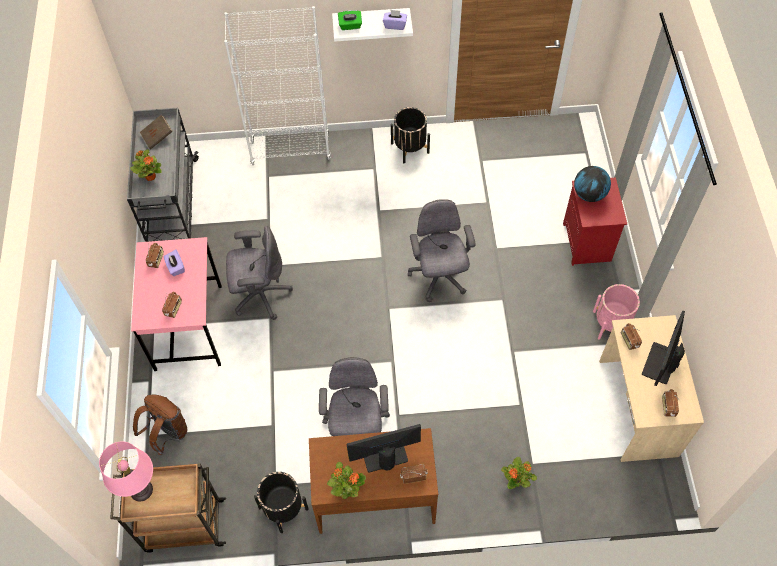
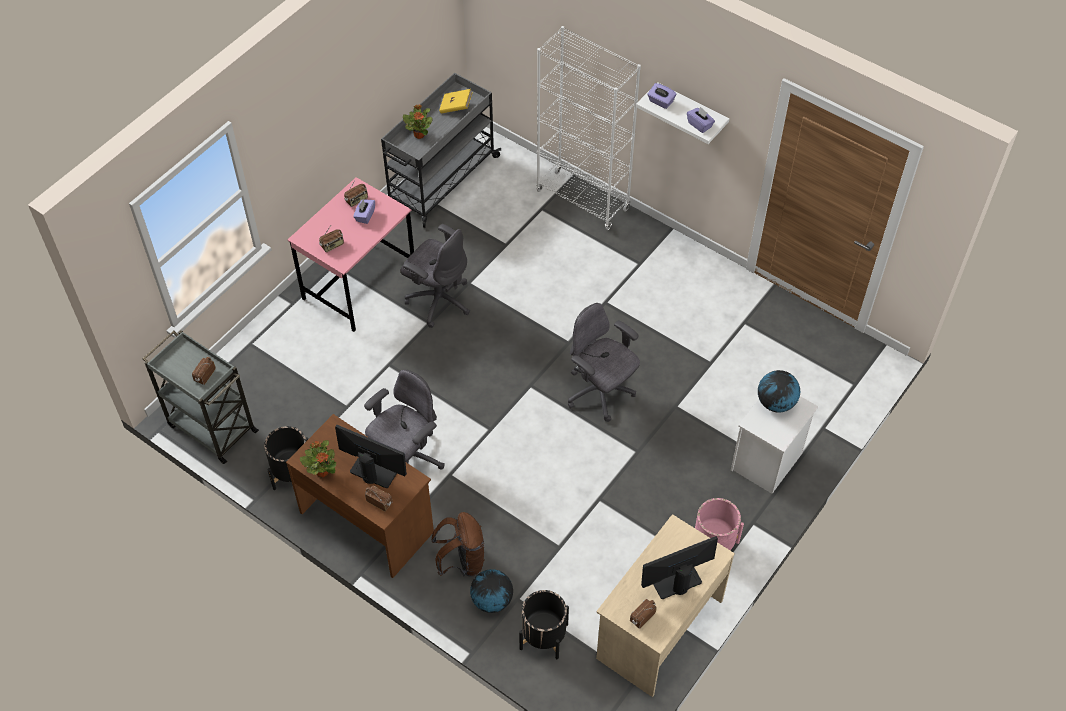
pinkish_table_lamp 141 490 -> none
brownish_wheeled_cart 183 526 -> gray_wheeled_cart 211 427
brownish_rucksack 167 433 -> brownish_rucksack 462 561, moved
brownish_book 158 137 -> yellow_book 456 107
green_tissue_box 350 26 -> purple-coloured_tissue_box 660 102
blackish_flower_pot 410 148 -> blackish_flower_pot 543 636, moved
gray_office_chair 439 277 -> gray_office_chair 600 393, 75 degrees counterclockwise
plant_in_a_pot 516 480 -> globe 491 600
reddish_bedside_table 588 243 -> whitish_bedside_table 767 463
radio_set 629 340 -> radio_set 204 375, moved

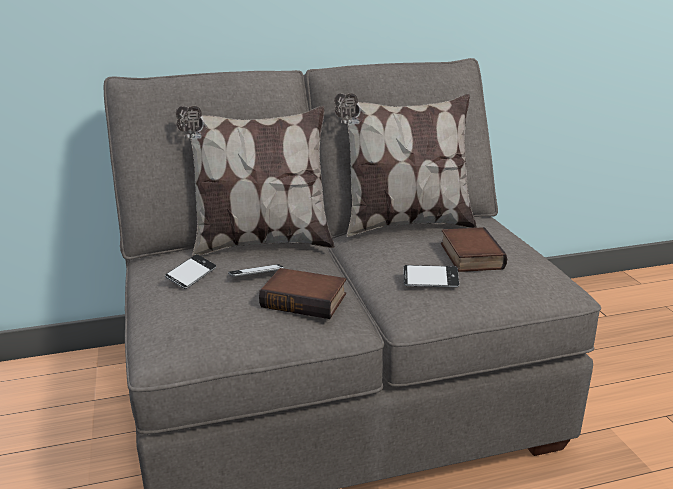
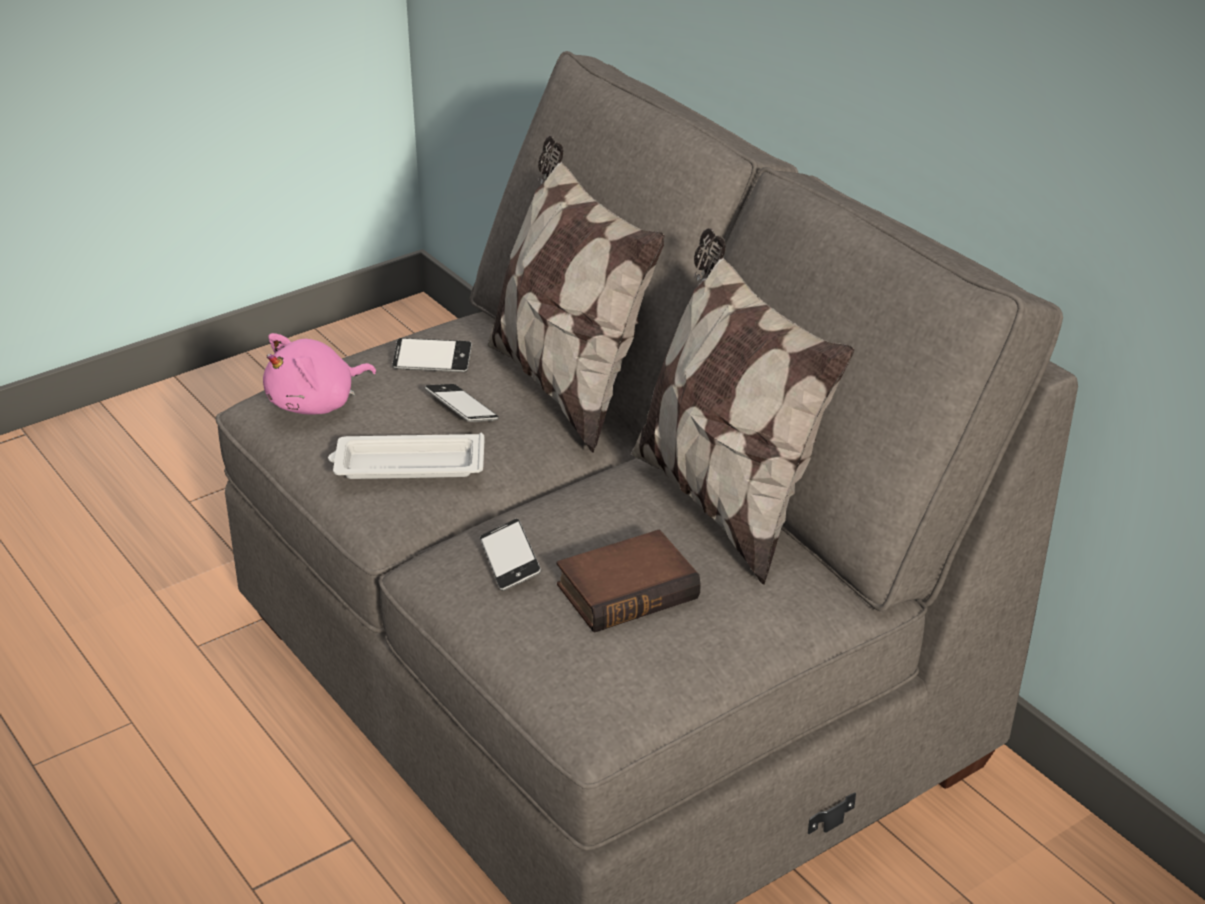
book 306 299 -> whitish_serving_tray 407 465
none -> pinkish_cuddly_toy 317 403

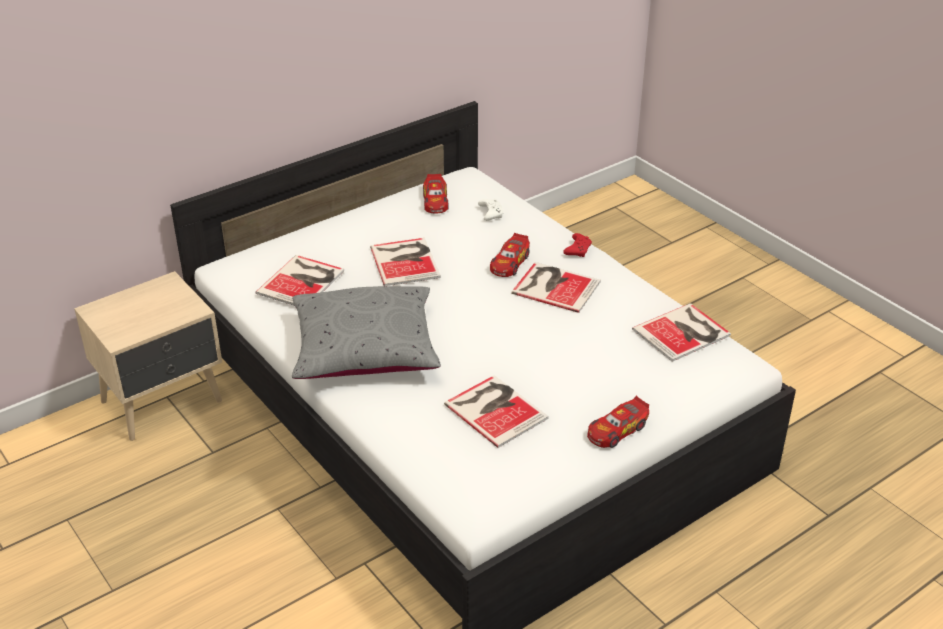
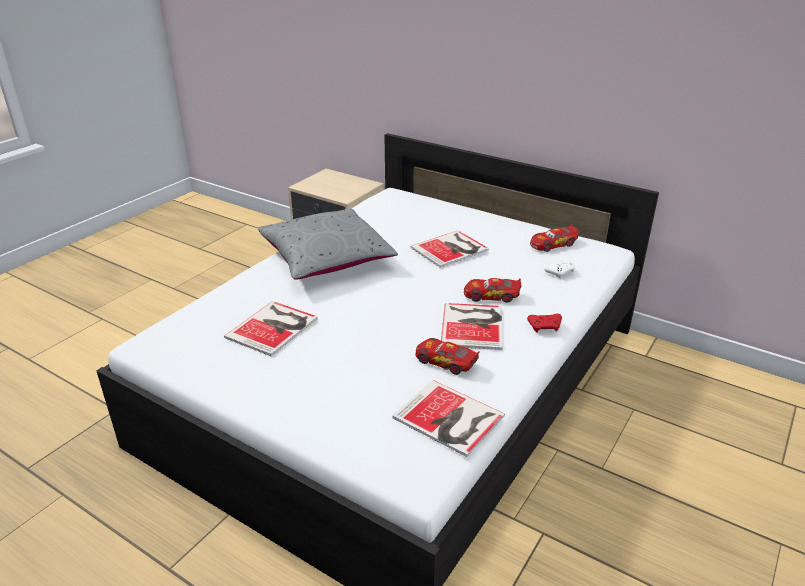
book 303 281 -> none
toy_car 616 430 -> toy_car 445 361, moved

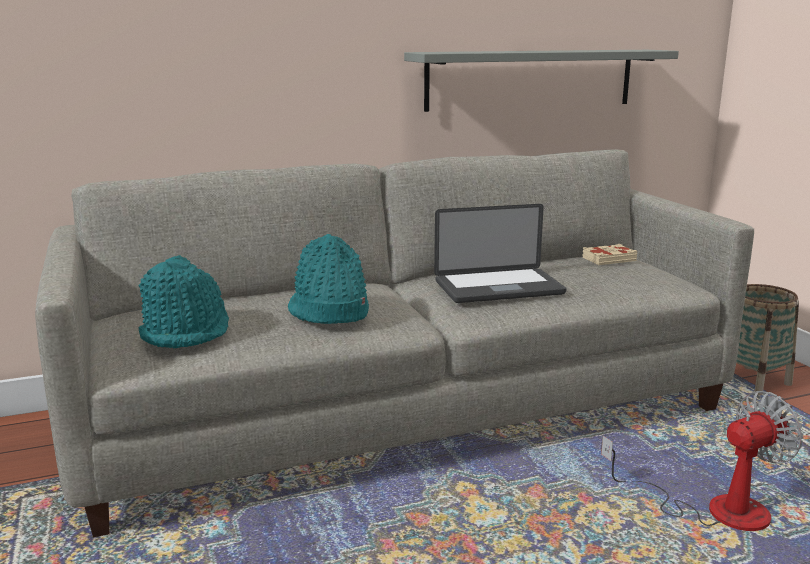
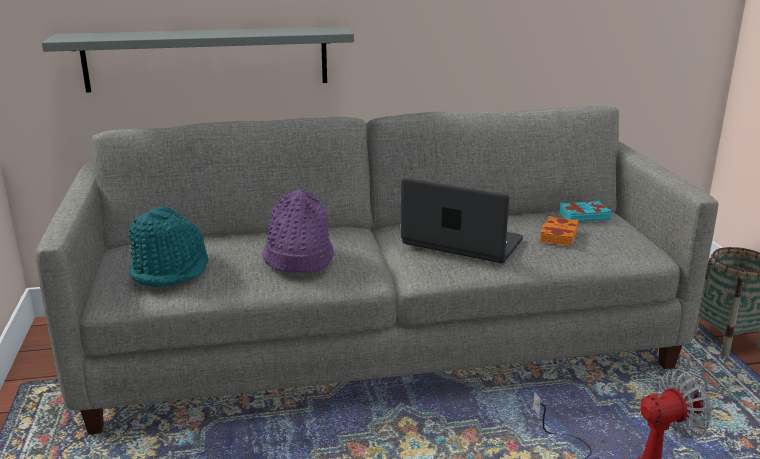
blue-green_wearable_hat 328 312 -> purple-coloured_wearable_hat 297 258
gray_shelf 531 79 -> gray_shelf 207 58, moved
portable_computer 498 288 -> portable_computer 462 242, 150 degrees counterclockwise
beige-coloured_book 608 259 -> blue-green_book 584 216
none -> orange-coloured_book 558 235

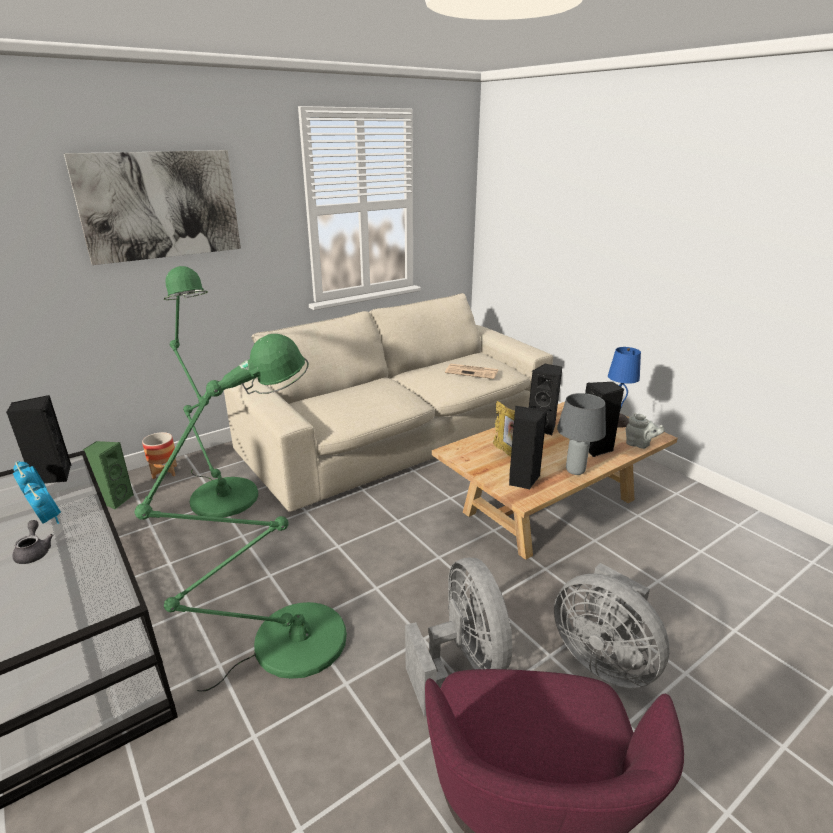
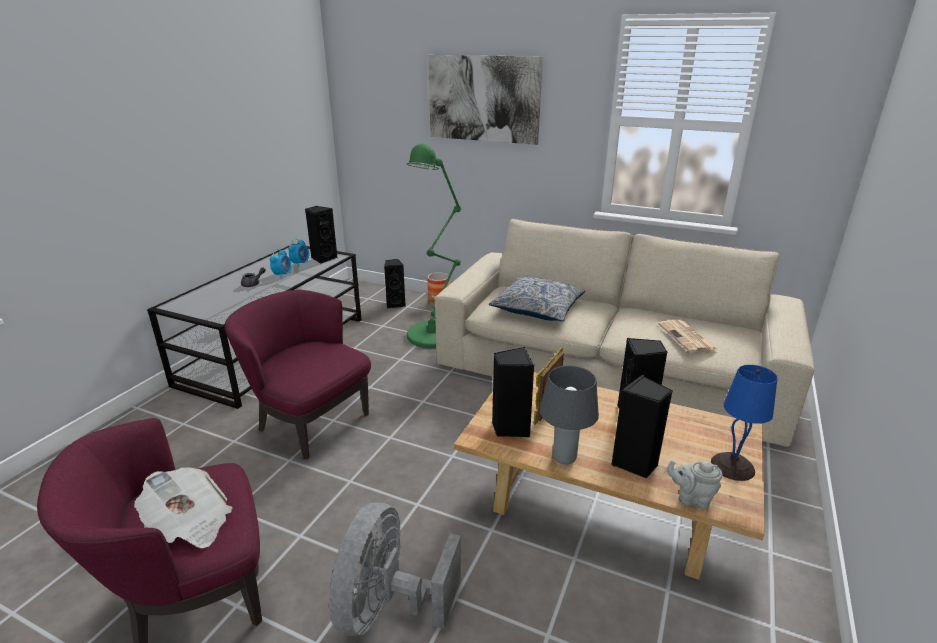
green_speaker 115 500 -> blackish_speaker 395 304
green_floor_lamp 287 645 -> purple-coloured_armchair 310 422
gray_cooling_fan 463 663 -> none
gray_pot_for_tea 639 445 -> gray_pot_for_tea 691 498, 105 degrees clockwise
none -> daily_paper 190 523
none -> cushion 537 308

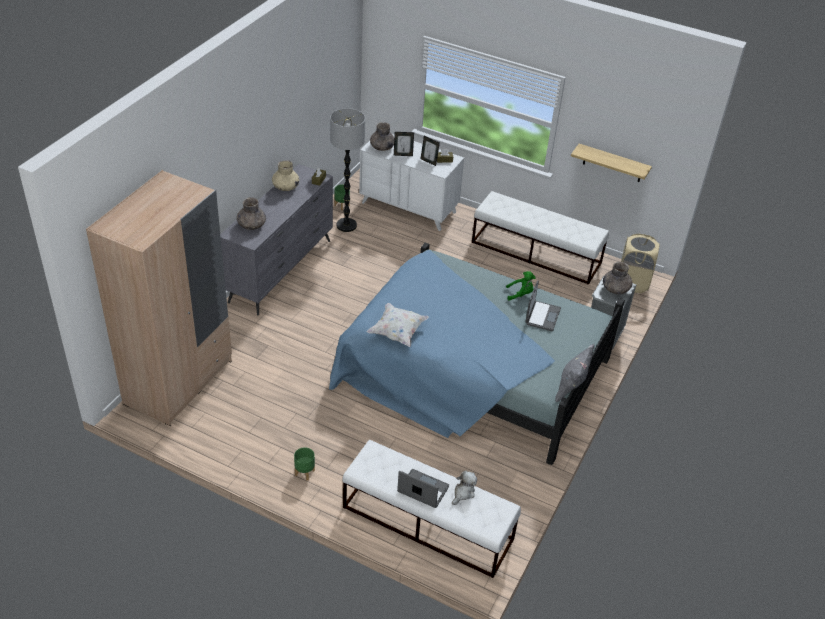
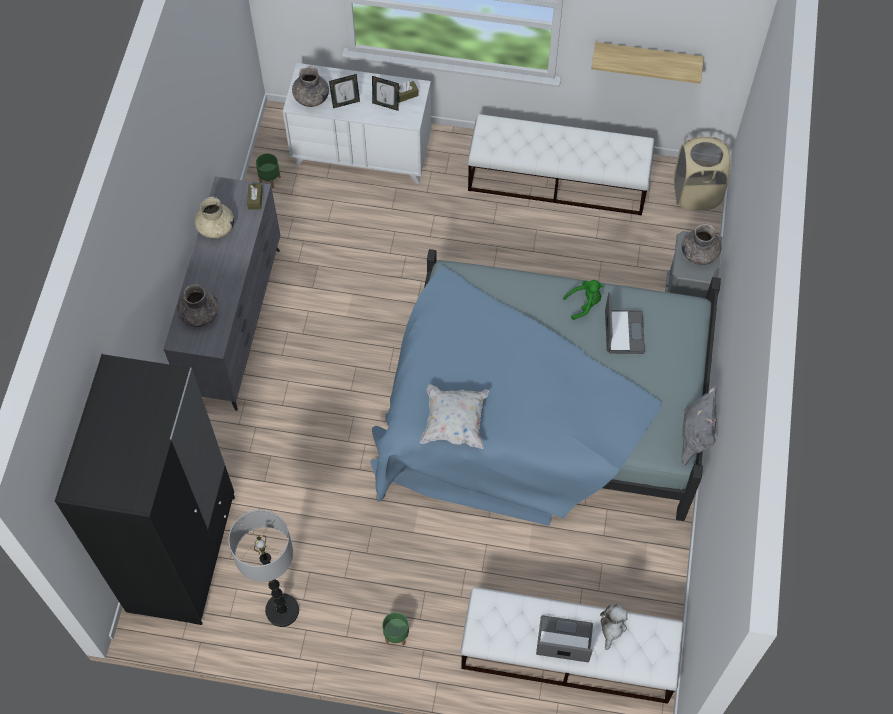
beige-coloured_armoire 179 382 -> blackish_armoire 182 553
floor_lamp 346 225 -> floor_lamp 282 610, moved

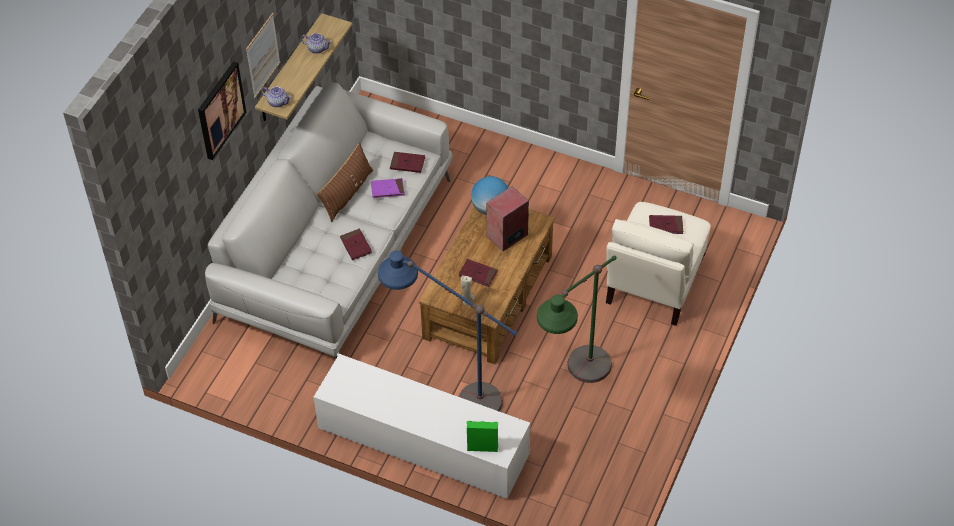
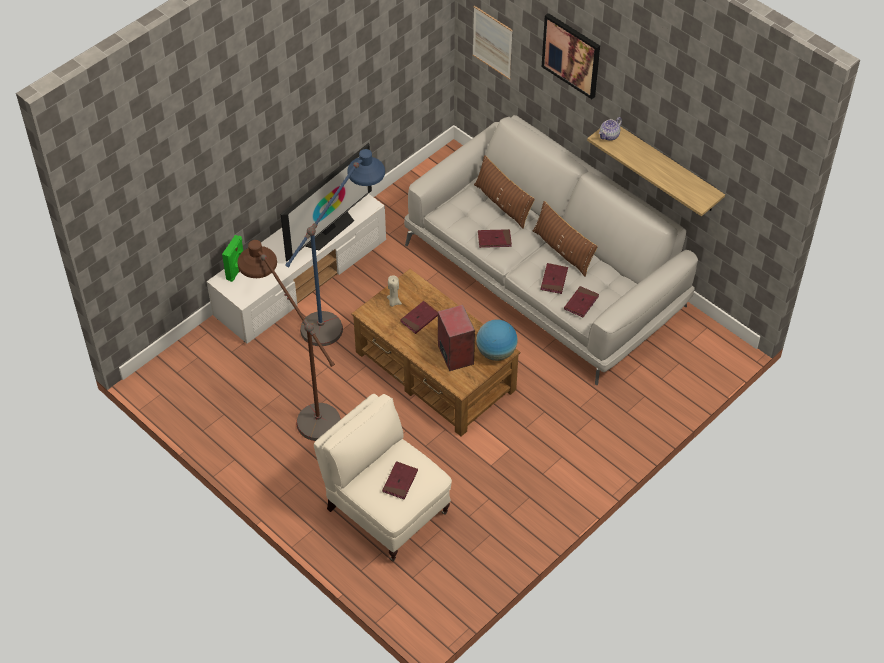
wall_art 262 55 -> wall_art 492 42, moved
pot_for_tea 317 48 -> none
purple-coloured_book 387 189 -> reddish_book 554 280
green_floor_lamp 574 387 -> brownish_floor_lamp 299 402
none -> TV_set 328 230
none -> brownish_cushion 502 203

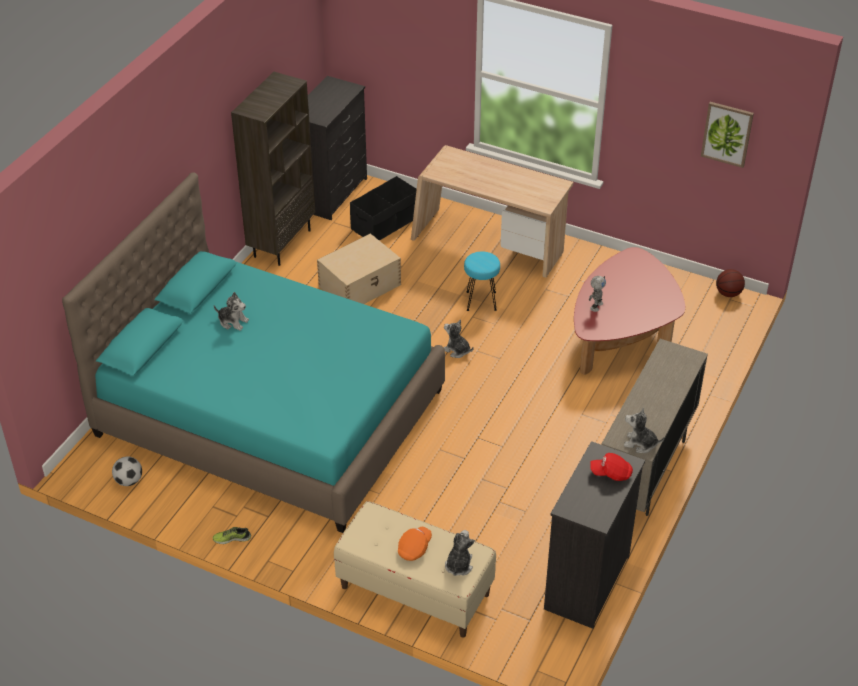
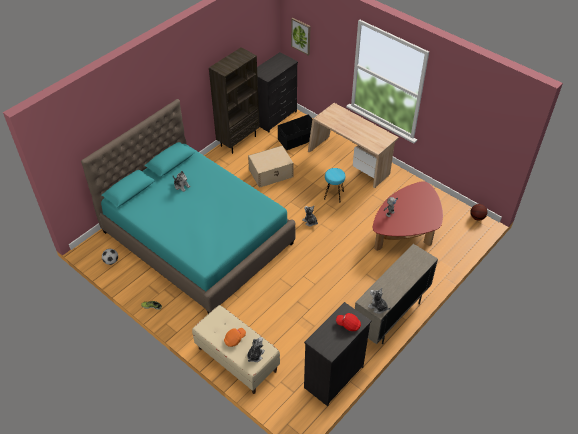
wall_art 727 134 -> wall_art 301 36, moved

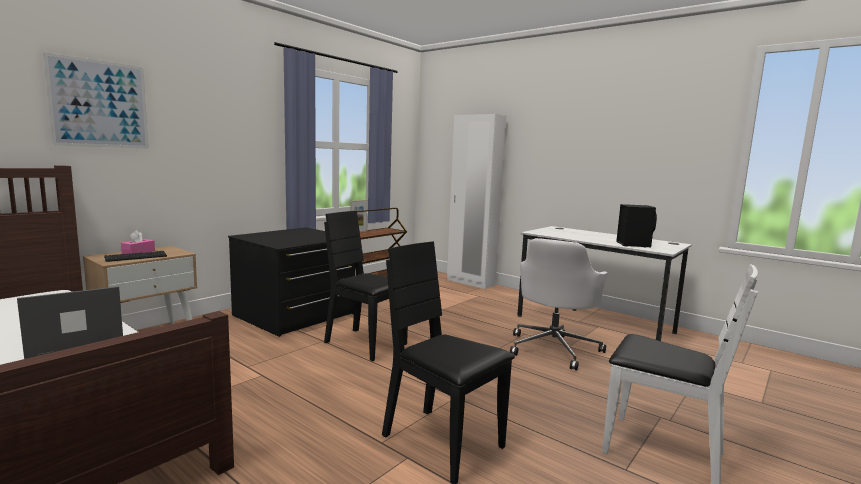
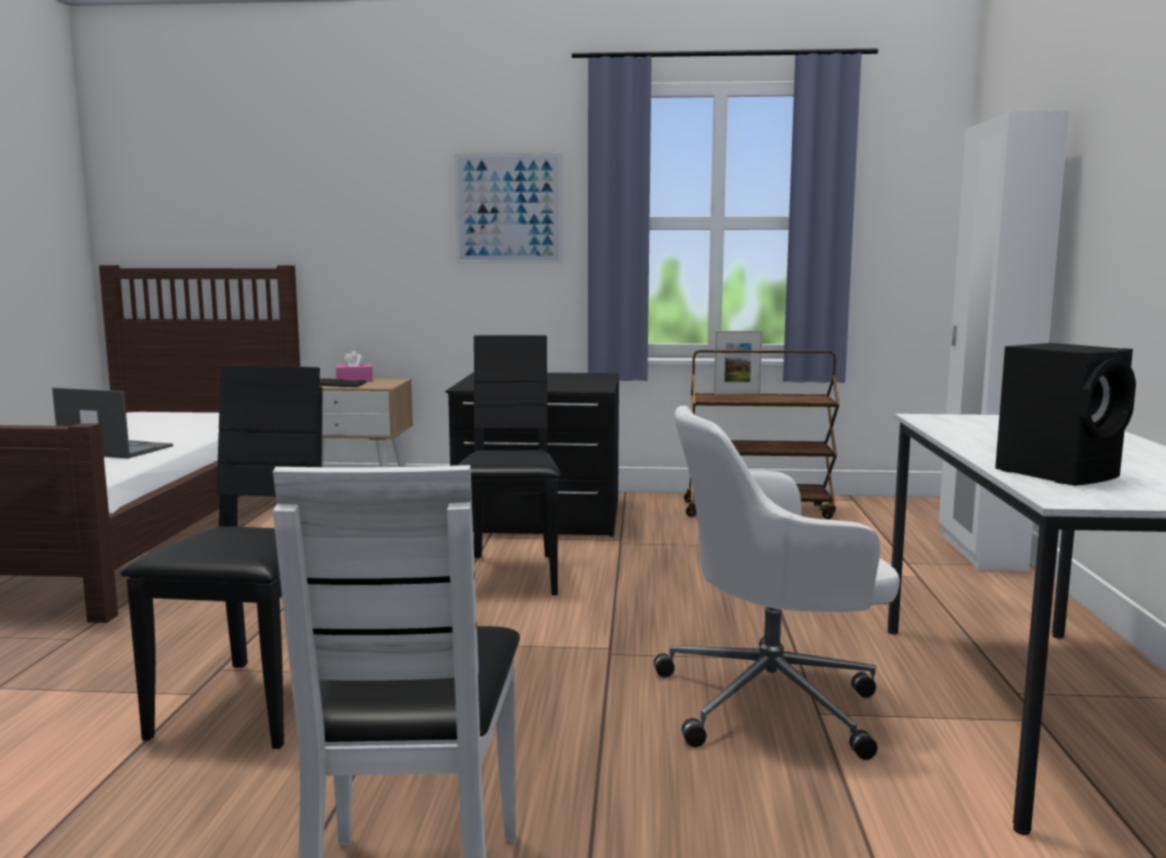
wall_art 99 104 -> wall_art 508 209, moved

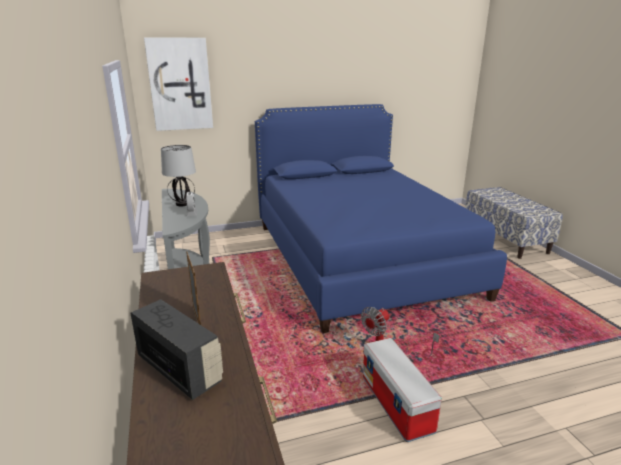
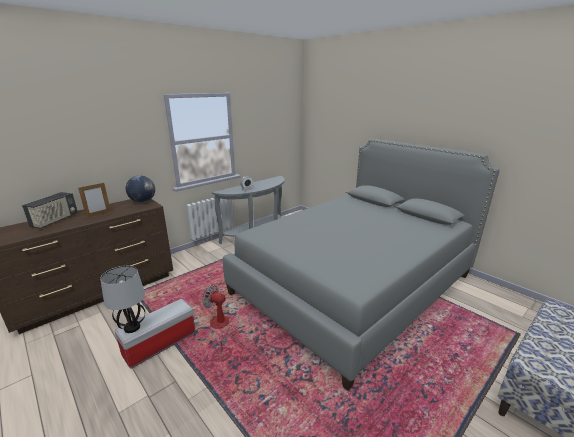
wall_art 180 84 -> none
table_lamp 182 204 -> table_lamp 131 327, moved
bluish_bed 359 258 -> gray_bed 354 284
none -> globe 143 201

